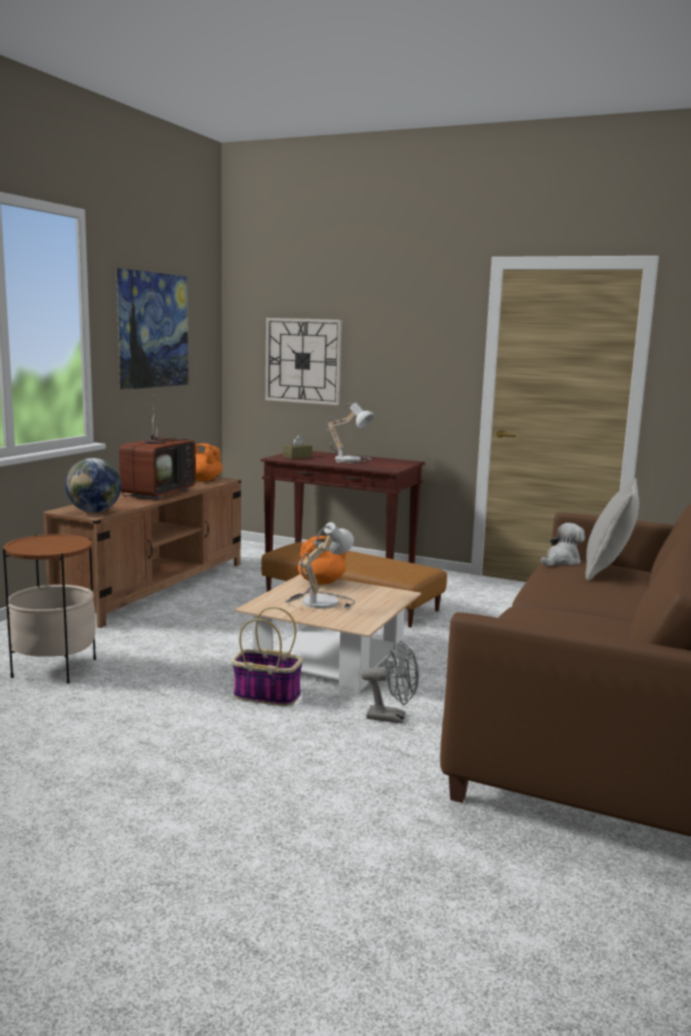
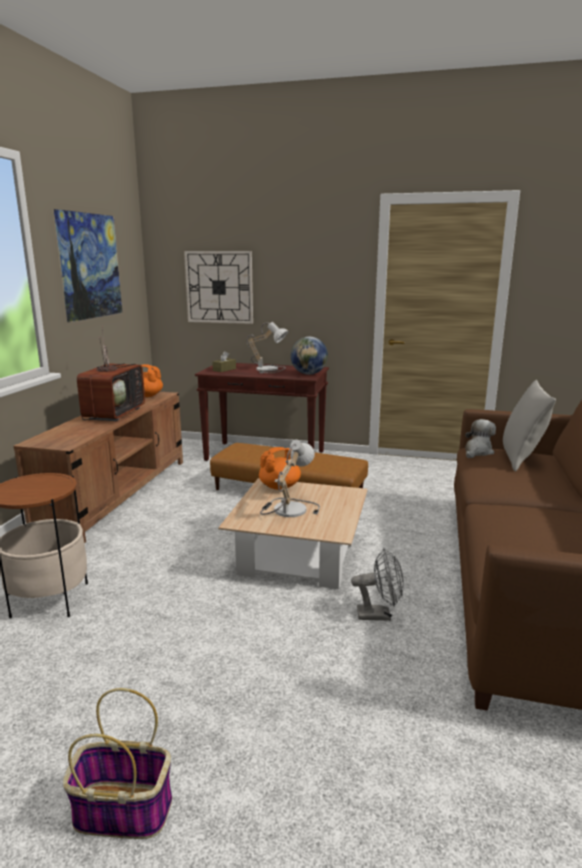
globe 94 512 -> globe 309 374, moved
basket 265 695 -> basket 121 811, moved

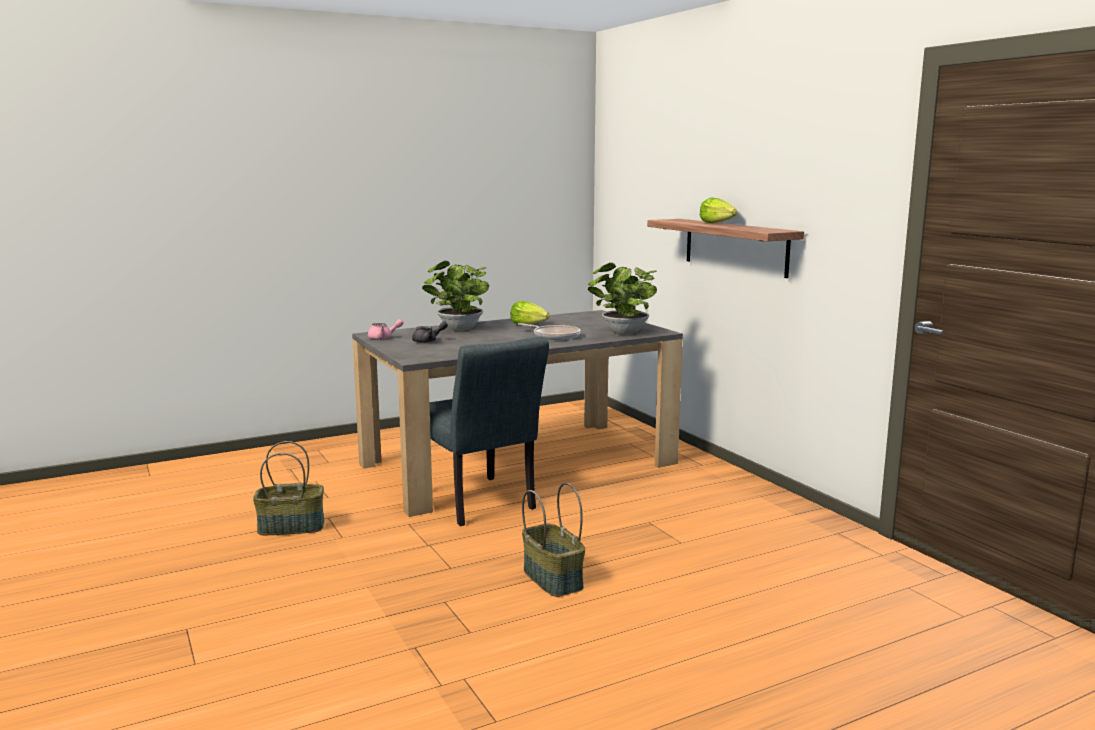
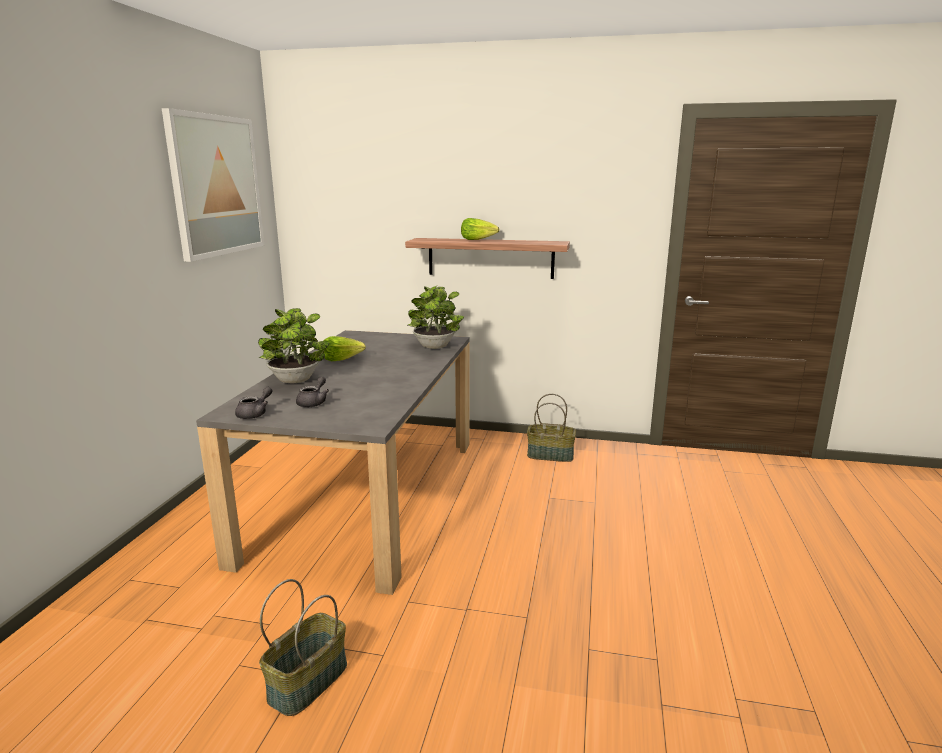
pinkish_pot_for_tea 383 338 -> gray_pot_for_tea 255 414
gray_upright_chair 480 504 -> none
skillet 554 336 -> none
basket 554 579 -> basket 551 455, moved
none -> wall_art 216 186

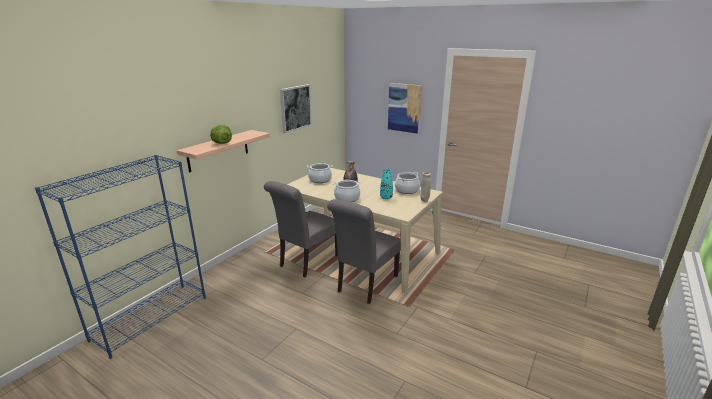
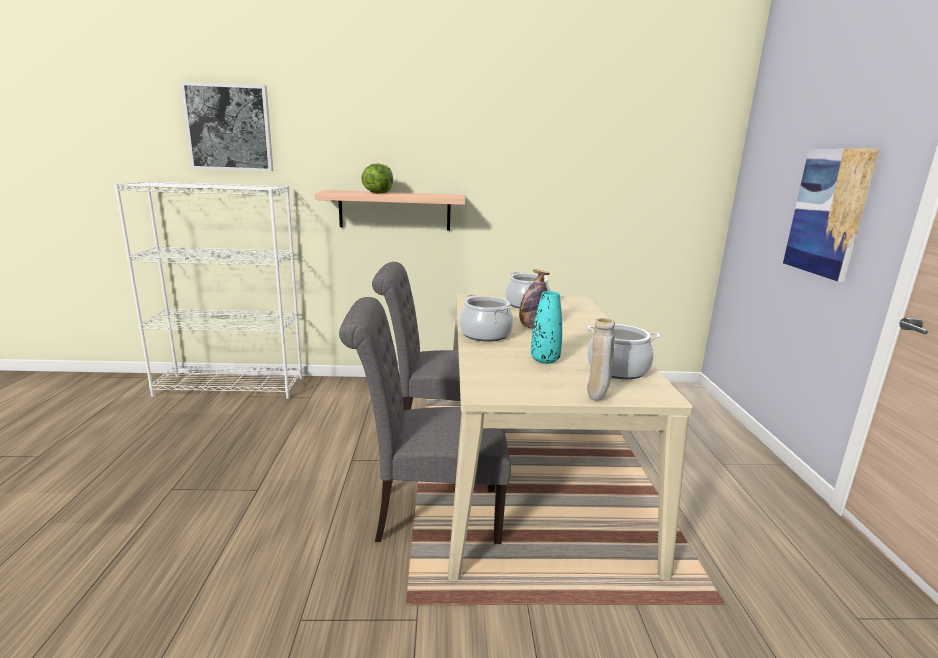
bluish_bookshelf 151 317 -> whitish_bookshelf 231 386
wall_art 295 108 -> wall_art 229 128, moved

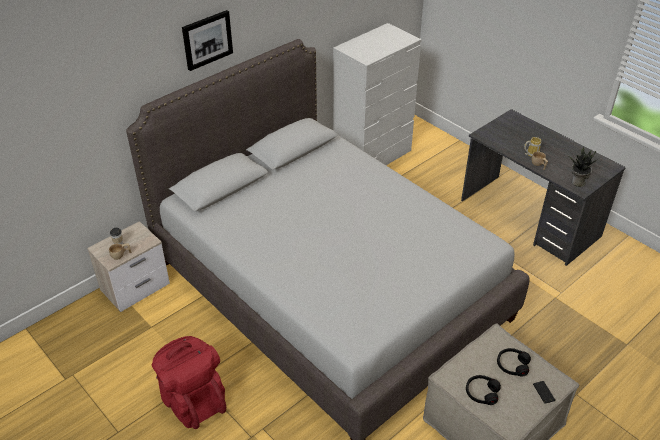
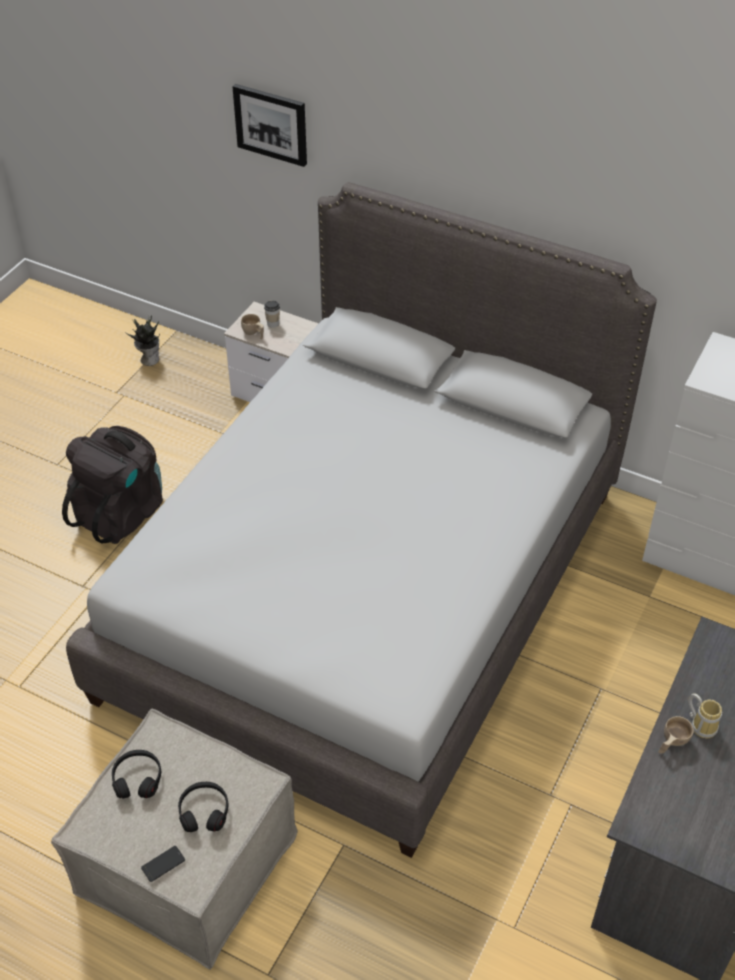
reddish_rucksack 193 400 -> blackish_rucksack 121 512
wall_art 207 39 -> wall_art 271 124, moved
plant_in_a_pot 577 182 -> plant_in_a_pot 149 359, moved

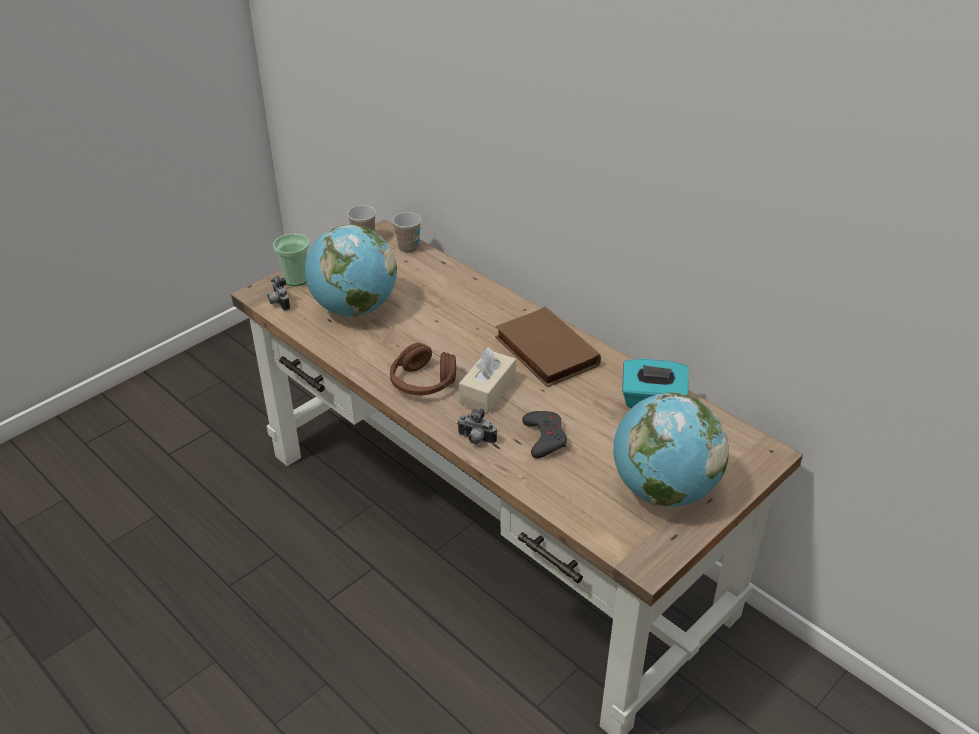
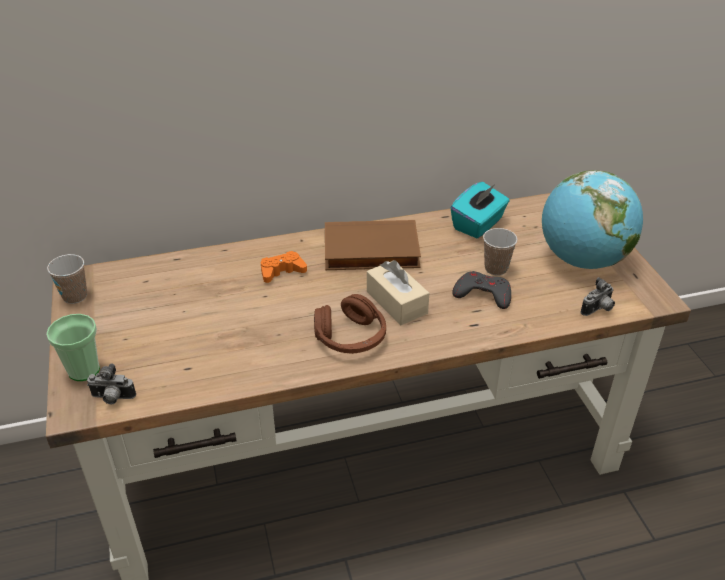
globe 354 308 -> none
cup 408 248 -> cup 496 269, moved
photo_camera 475 440 -> photo_camera 598 310, moved
none -> orange-coloured_game_controller 282 271

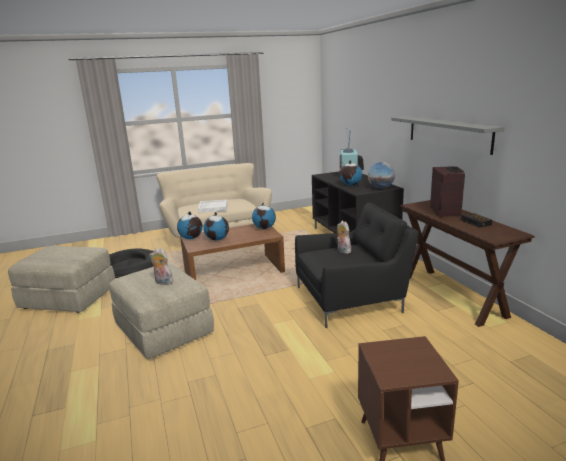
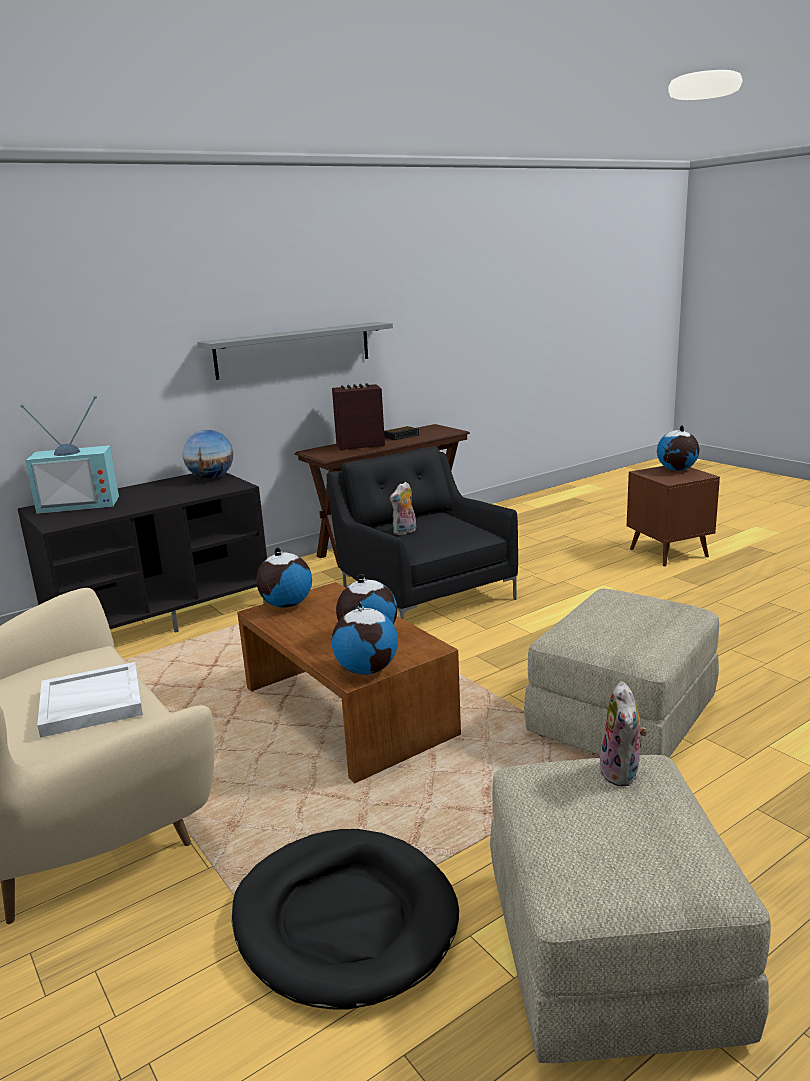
cuddly_toy 162 282 -> cuddly_toy 622 773, moved
globe 350 185 -> globe 676 470, moved

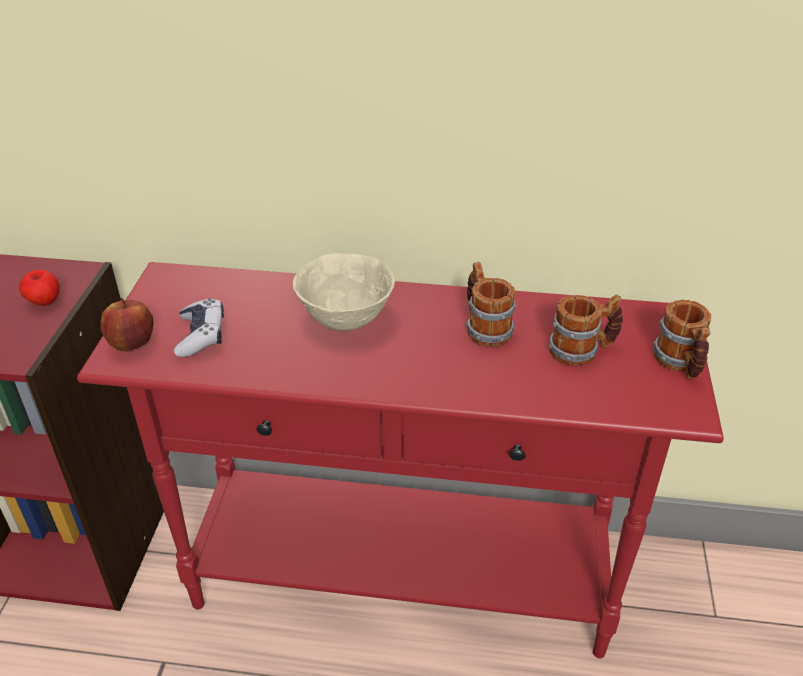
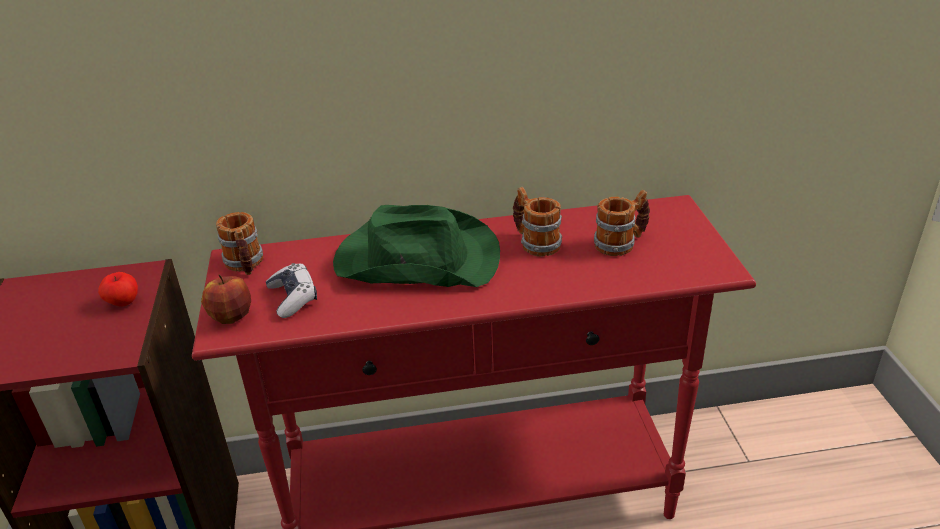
beige-coloured_serving_bowl 345 319 -> green_wearable_hat 415 259
mug 680 364 -> mug 245 265, moved

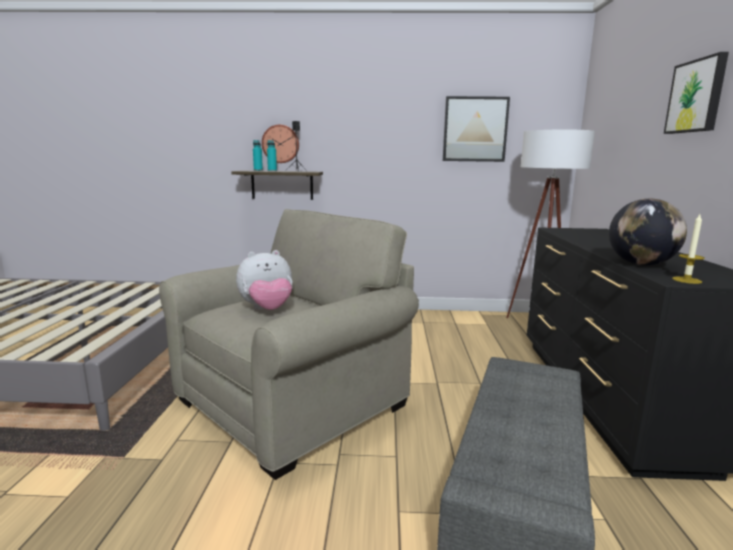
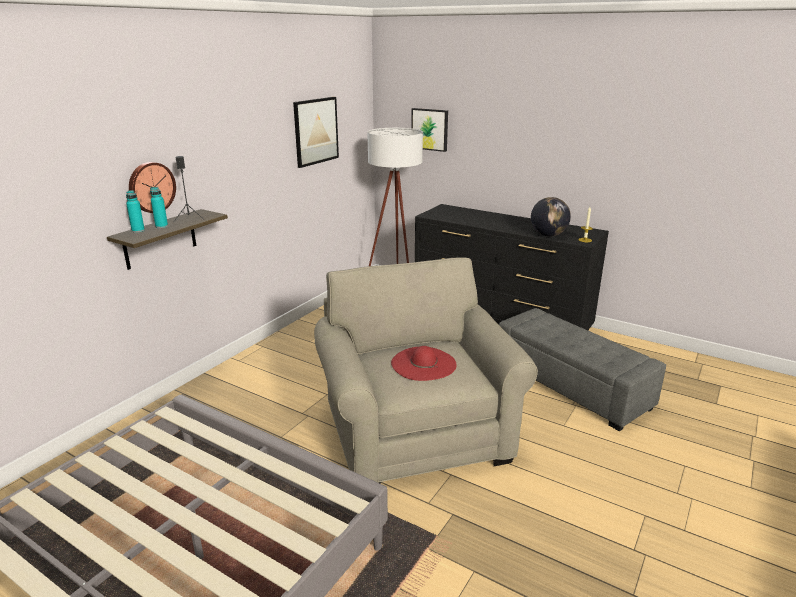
cuddly_toy 267 309 -> reddish_wearable_hat 423 363
wall_art 697 96 -> wall_art 430 129, moved

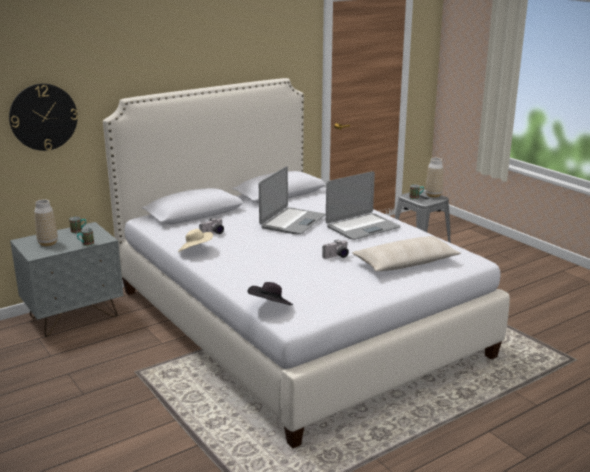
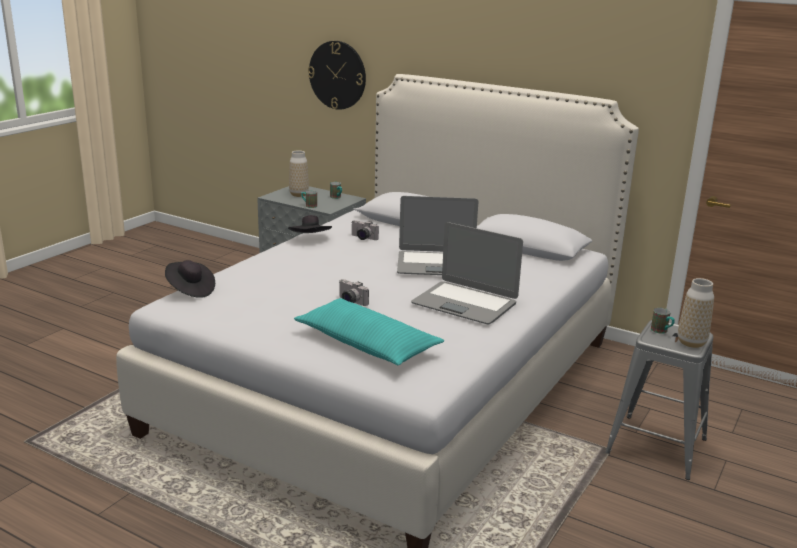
beige-coloured_wearable_hat 195 251 -> blackish_wearable_hat 310 239
beige-coloured_cushion 405 263 -> blue-green_cushion 367 344

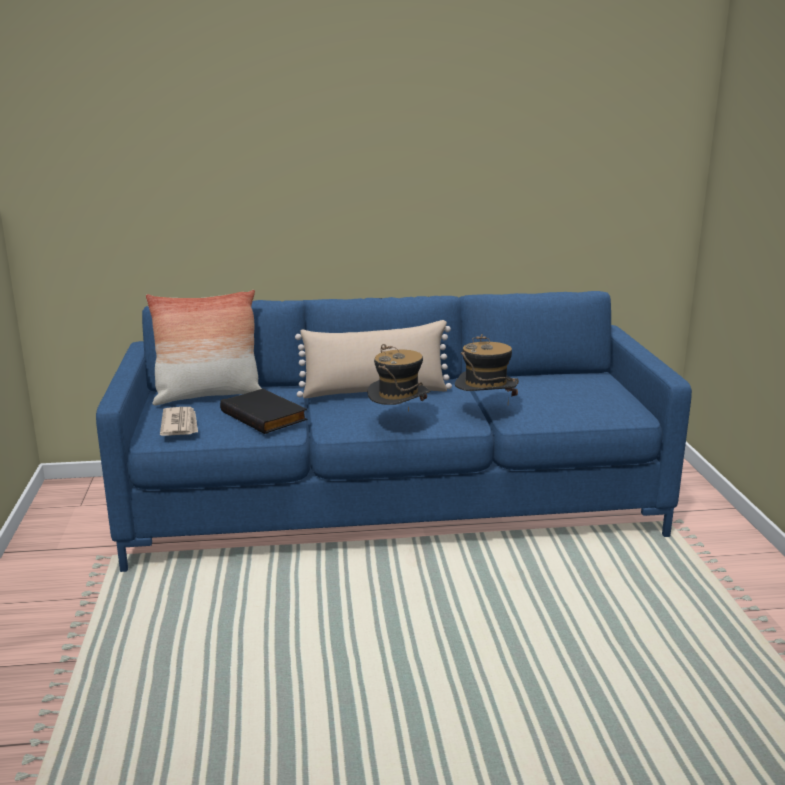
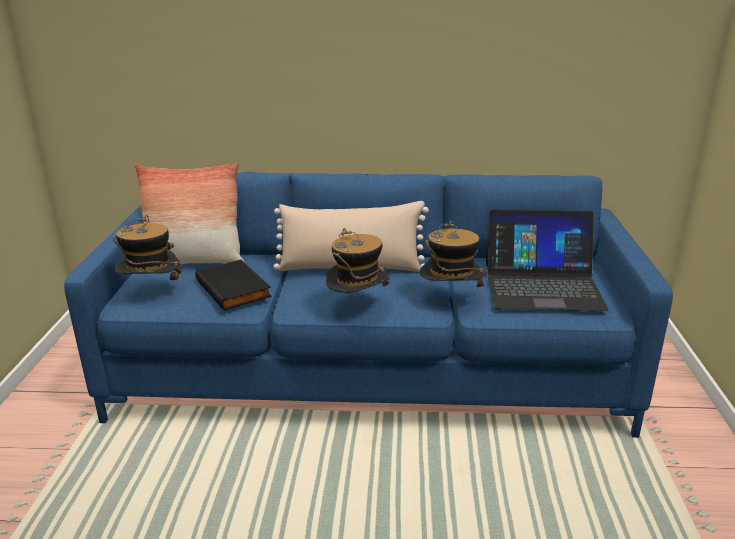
daily_paper 180 424 -> wearable_hat 152 293
none -> portable_computer 542 286

